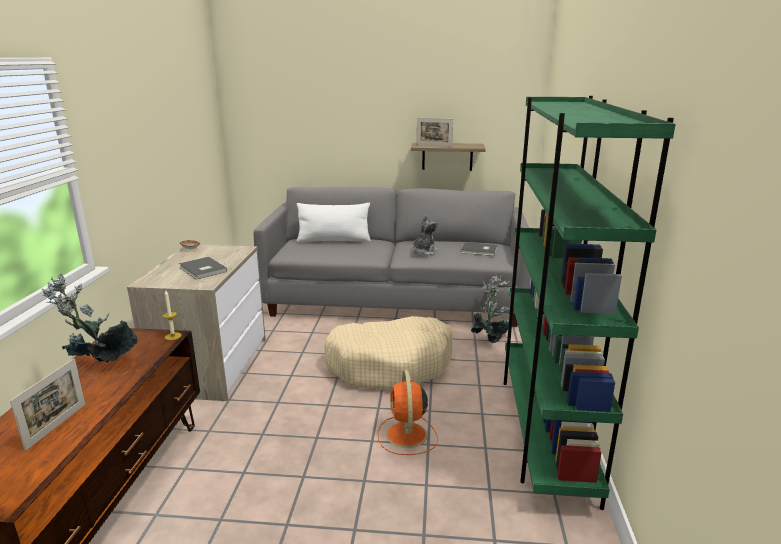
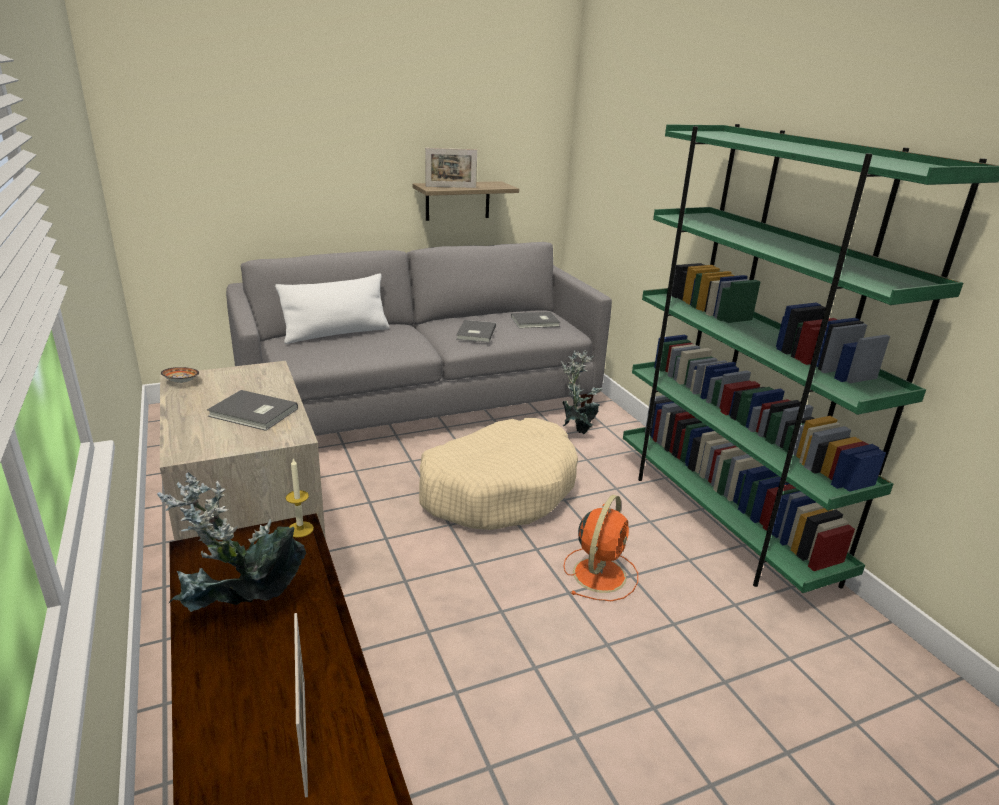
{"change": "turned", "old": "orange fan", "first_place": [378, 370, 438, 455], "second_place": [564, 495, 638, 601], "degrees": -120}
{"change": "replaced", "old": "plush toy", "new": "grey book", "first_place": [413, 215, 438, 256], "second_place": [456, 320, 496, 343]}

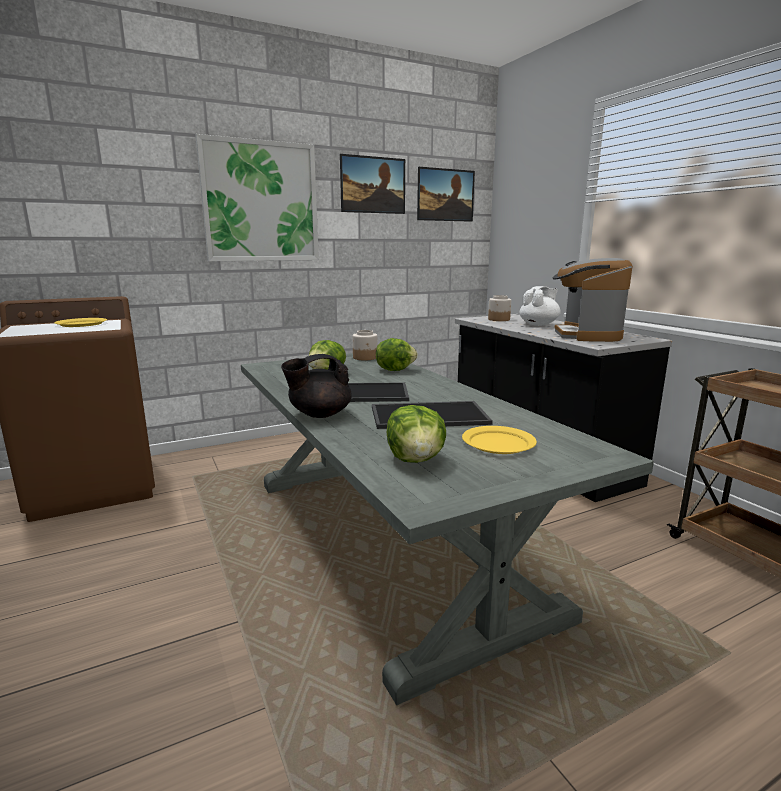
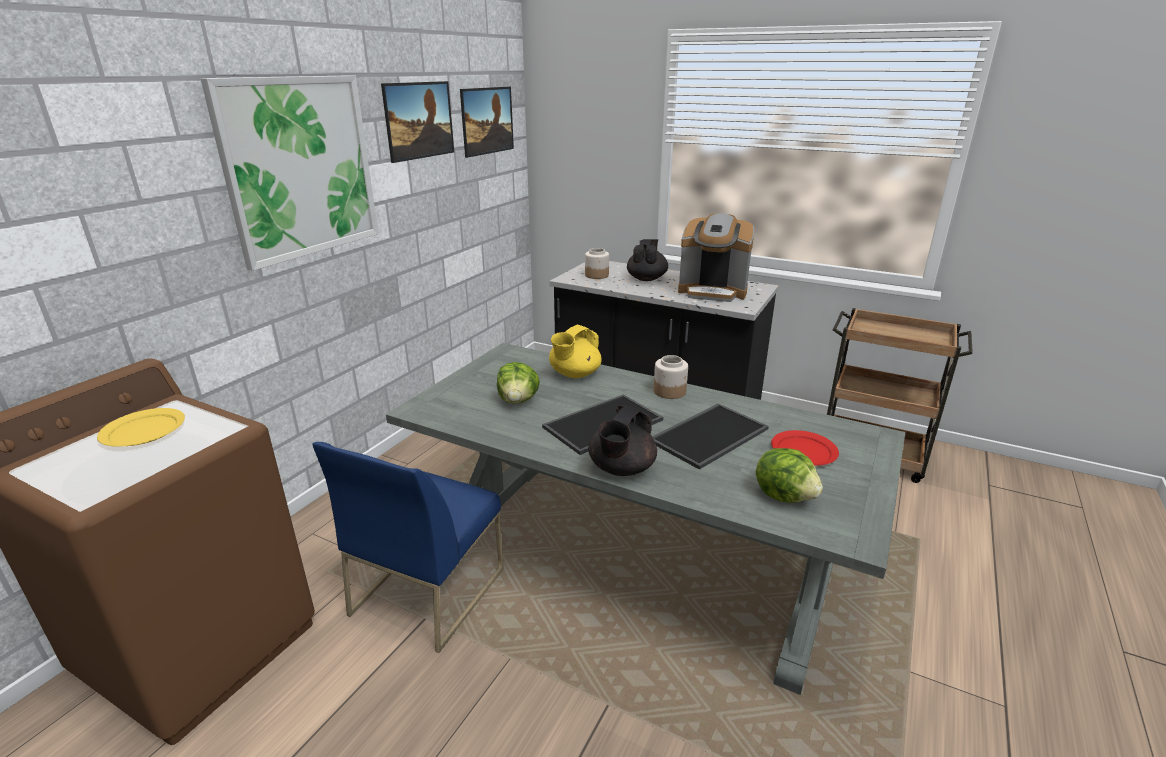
{"change": "moved", "old": "jar", "first_place": [353, 330, 378, 360], "second_place": [654, 355, 688, 399]}
{"change": "replaced", "old": "lettuce", "new": "yellow teapot", "first_place": [376, 338, 418, 371], "second_place": [549, 325, 602, 378]}
{"change": "recoloured", "old": "yellow plate", "new": "red plate", "first_place": [462, 426, 537, 454], "second_place": [771, 430, 839, 466]}
{"change": "recoloured", "old": "white teapot", "new": "black teapot", "first_place": [520, 286, 561, 326], "second_place": [627, 239, 668, 281]}
{"change": "turned", "old": "coffee machine", "first_place": [553, 258, 633, 342], "second_place": [678, 213, 754, 302], "degrees": -45}
{"change": "added", "new": "blue chair", "second_place": [312, 442, 504, 653]}

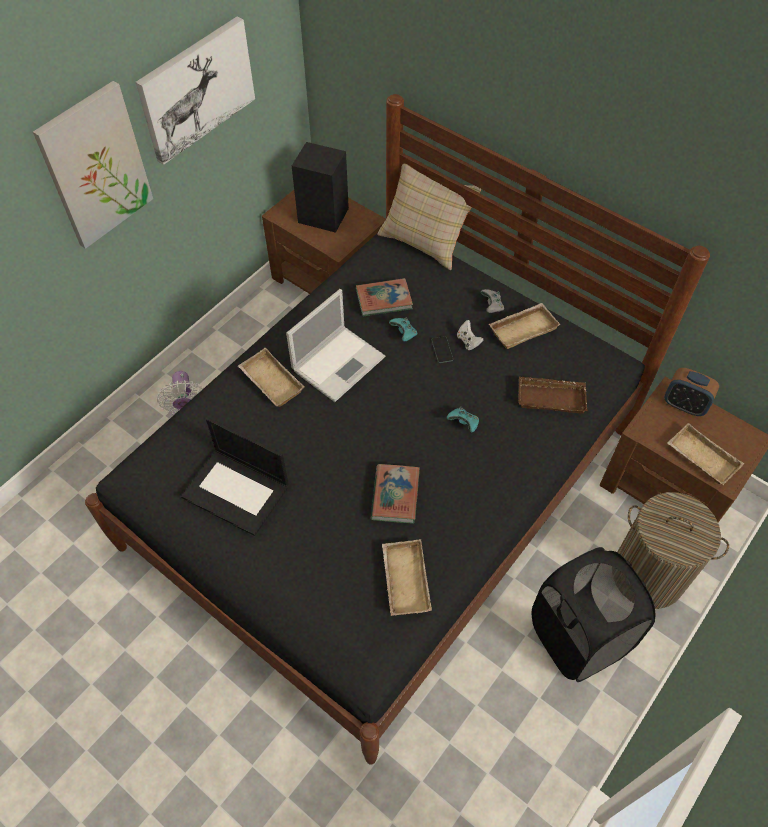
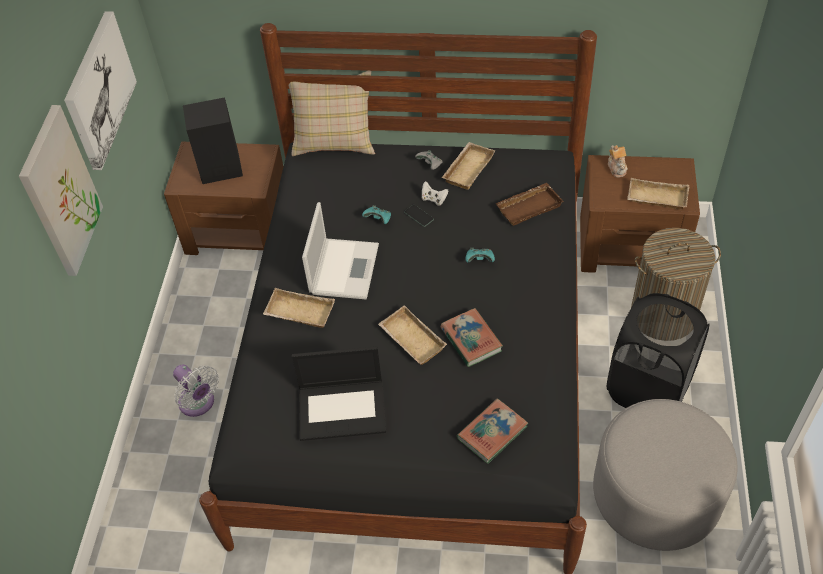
{"change": "moved", "old": "book", "first_place": [356, 278, 413, 316], "second_place": [456, 399, 528, 464]}
{"change": "moved", "old": "beige tray", "first_place": [382, 539, 432, 616], "second_place": [378, 305, 447, 365]}
{"change": "replaced", "old": "alarm clock", "new": "teapot", "first_place": [664, 368, 719, 416], "second_place": [608, 145, 628, 177]}
{"change": "added", "new": "grey ottoman", "second_place": [593, 399, 737, 551]}

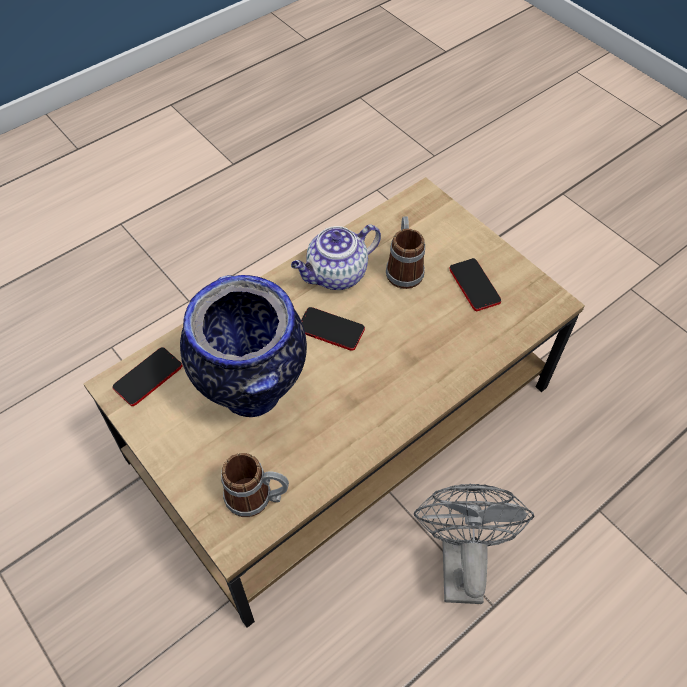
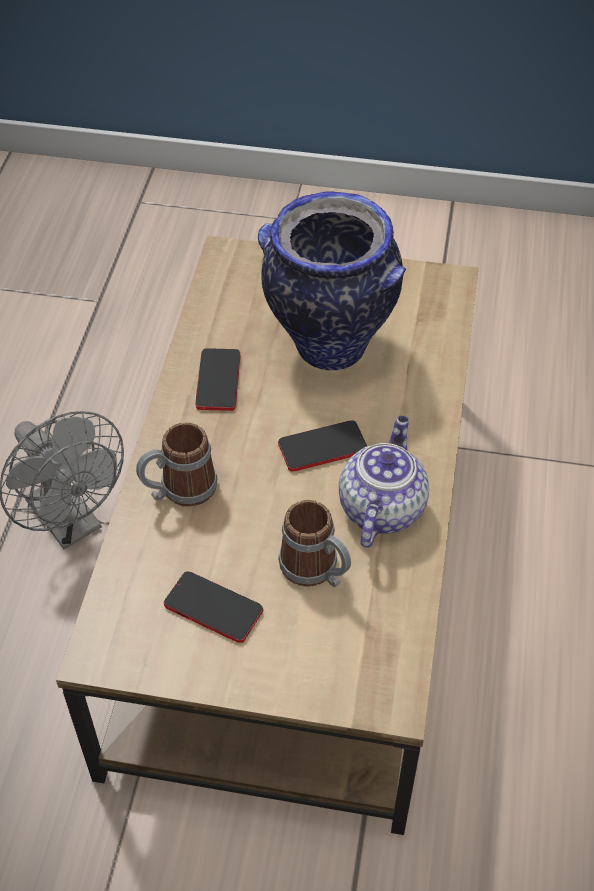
{"change": "moved", "old": "phone", "first_place": [113, 347, 182, 406], "second_place": [196, 348, 240, 411]}
{"change": "moved", "old": "mug", "first_place": [221, 453, 289, 517], "second_place": [136, 422, 218, 507]}

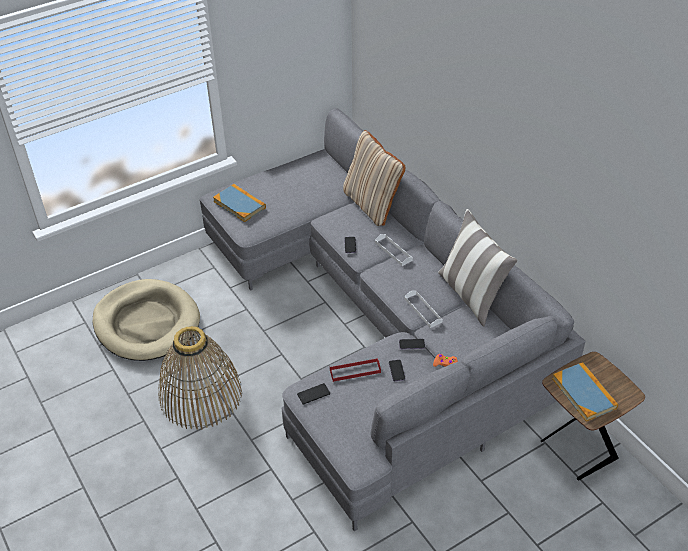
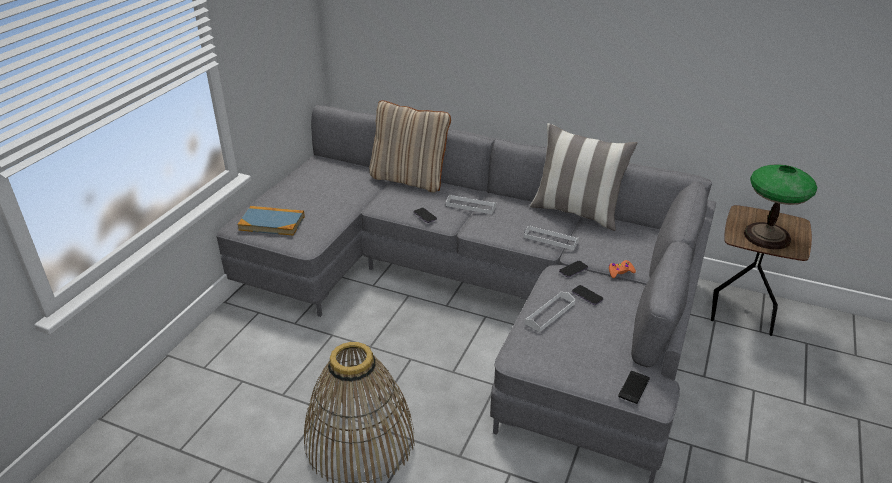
{"change": "removed", "old": "beige dog bed", "first_place": [93, 279, 200, 361]}
{"change": "moved", "old": "phone", "first_place": [297, 383, 330, 405], "second_place": [618, 371, 650, 404]}
{"change": "recoloured", "old": "red tray", "new": "white tray", "first_place": [330, 359, 381, 382], "second_place": [525, 292, 575, 332]}
{"change": "replaced", "old": "book", "new": "table lamp", "first_place": [552, 362, 618, 422], "second_place": [744, 164, 817, 250]}

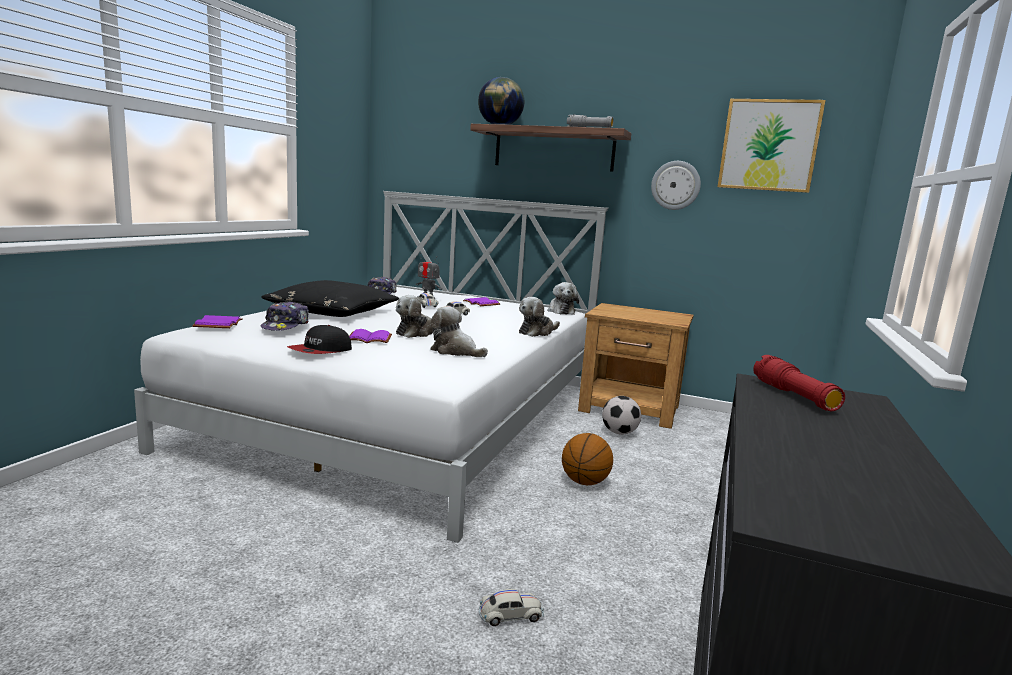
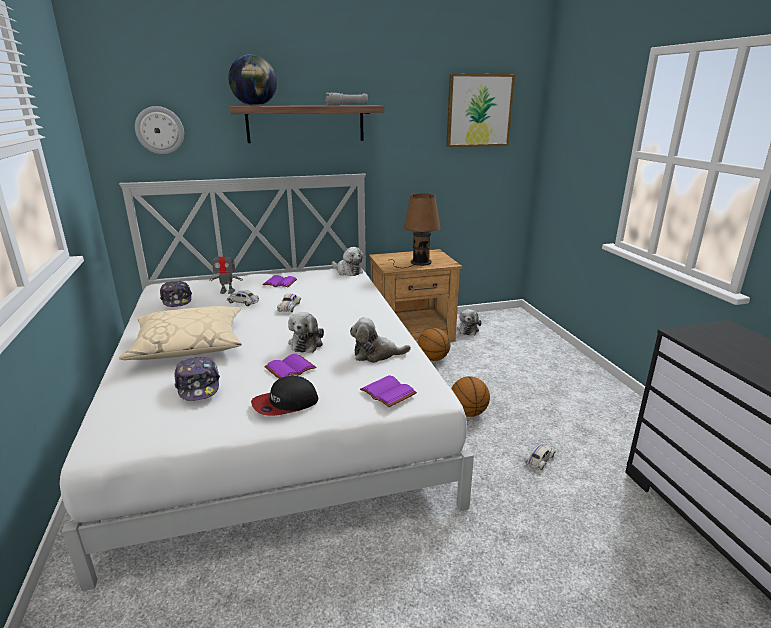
{"change": "moved", "old": "purple book", "first_place": [192, 315, 243, 328], "second_place": [360, 375, 417, 407]}
{"change": "recoloured", "old": "black pillow", "new": "beige pillow", "first_place": [261, 280, 399, 317], "second_place": [119, 306, 242, 360]}
{"change": "turned", "old": "cap", "first_place": [287, 325, 352, 354], "second_place": [251, 376, 318, 416], "degrees": 60}
{"change": "moved", "old": "white toy car", "first_place": [479, 589, 544, 626], "second_place": [524, 443, 556, 470]}
{"change": "moved", "old": "plush toy", "first_place": [519, 297, 560, 337], "second_place": [456, 309, 482, 335]}
{"change": "replaced", "old": "football", "new": "basketball", "first_place": [602, 396, 641, 435], "second_place": [417, 328, 451, 361]}
{"change": "moved", "old": "wall clock", "first_place": [651, 161, 701, 210], "second_place": [135, 106, 184, 154]}
{"change": "removed", "old": "red flashlight", "first_place": [753, 355, 845, 411]}
{"change": "added", "new": "brown table lamp", "second_place": [393, 193, 441, 268]}

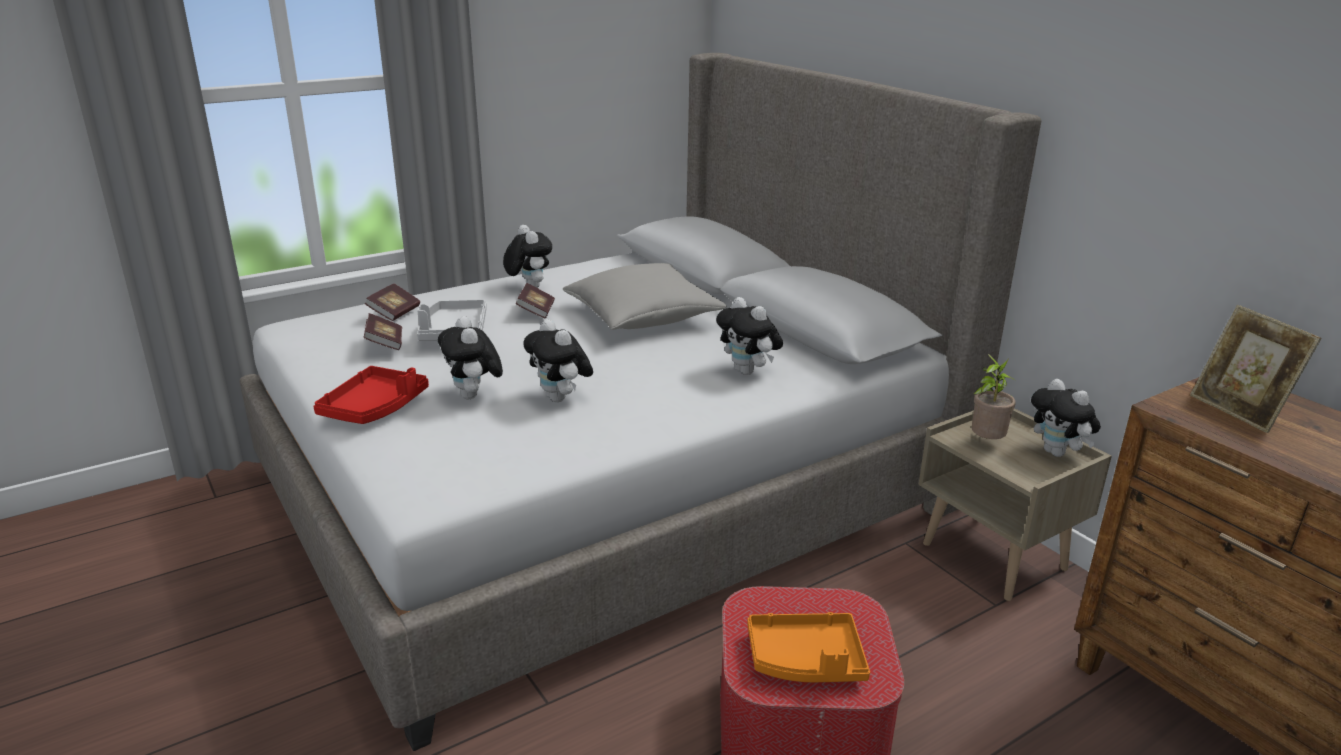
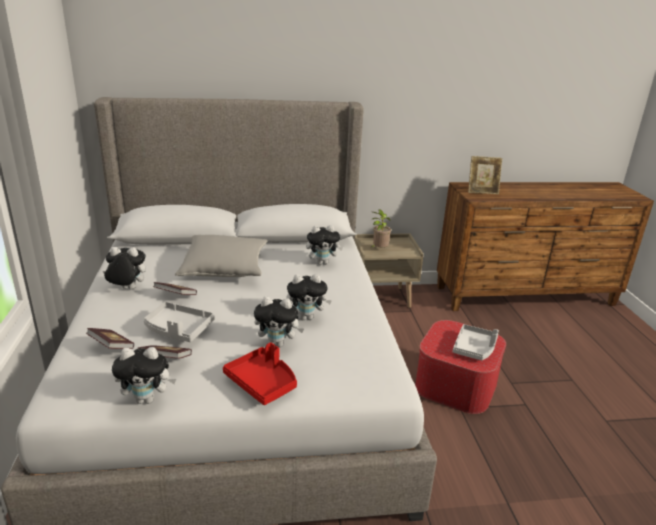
{"change": "recoloured", "old": "orange tray", "new": "grey tray", "first_place": [748, 612, 870, 682], "second_place": [453, 324, 499, 360]}
{"change": "moved", "old": "plush toy", "first_place": [1031, 379, 1101, 457], "second_place": [112, 347, 176, 404]}

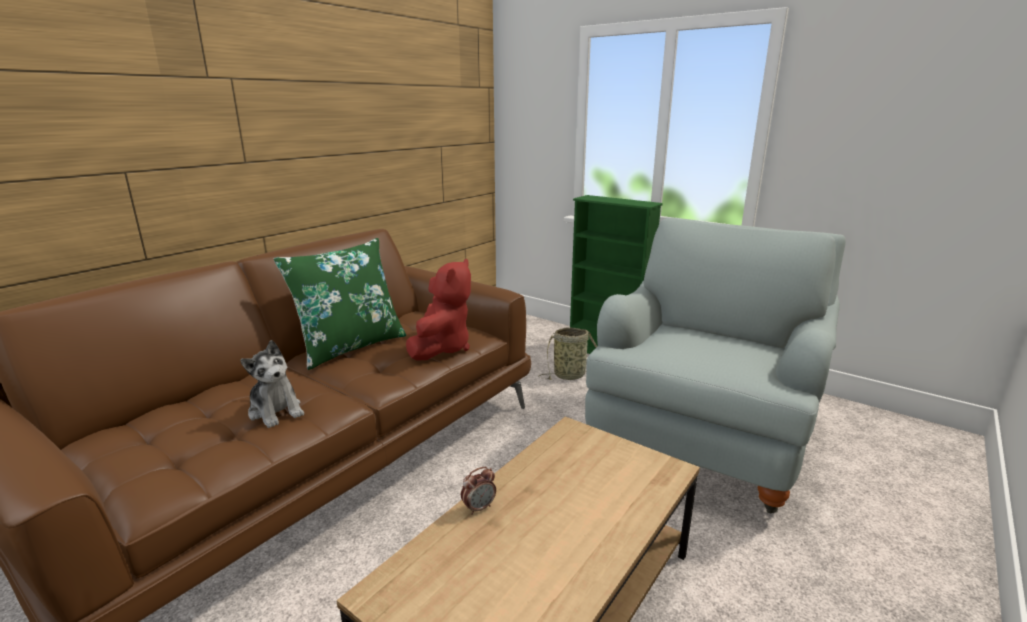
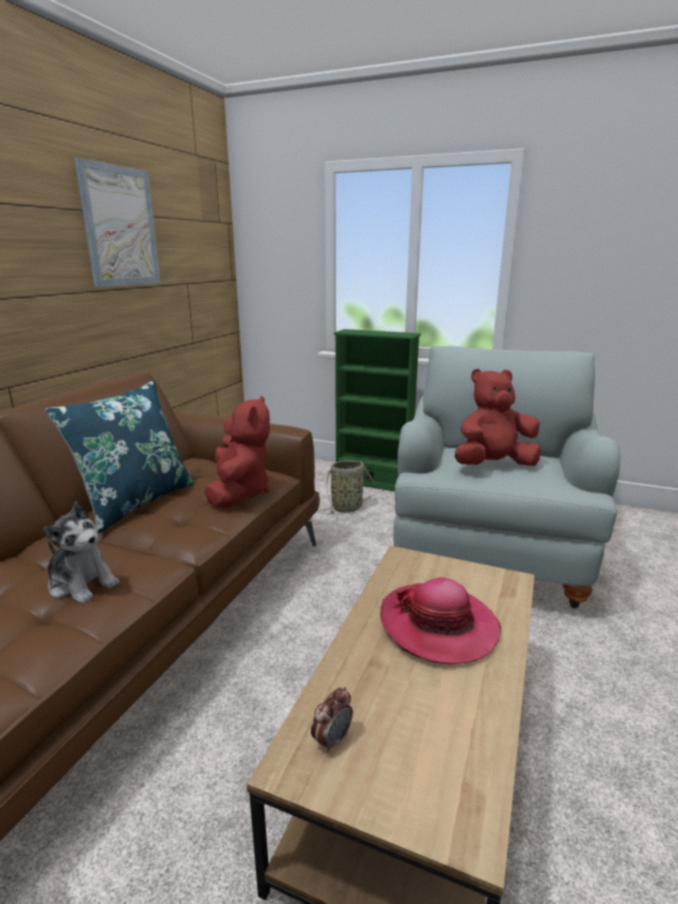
{"change": "recoloured", "old": "green pillow", "new": "blue pillow", "first_place": [274, 238, 406, 370], "second_place": [45, 380, 195, 533]}
{"change": "moved", "old": "alarm clock", "first_place": [461, 467, 496, 515], "second_place": [311, 687, 353, 753]}
{"change": "added", "new": "picture", "second_place": [74, 158, 161, 287]}
{"change": "added", "new": "hat", "second_place": [380, 577, 501, 664]}
{"change": "added", "new": "red plush toy", "second_place": [455, 369, 541, 466]}

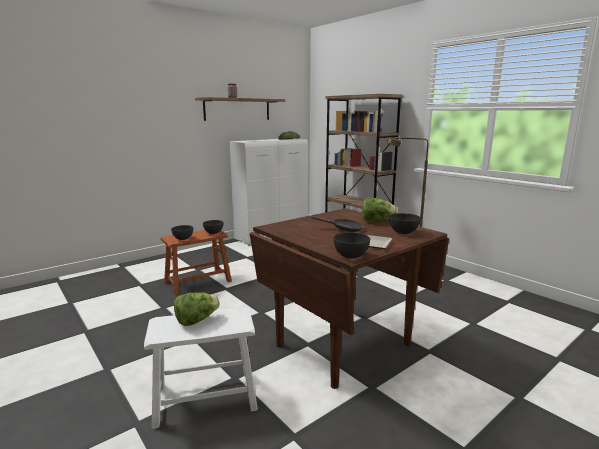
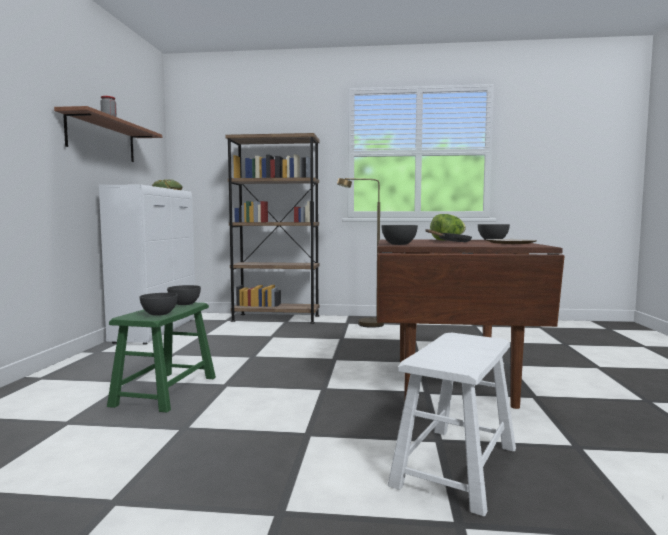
{"change": "recoloured", "old": "brown stool", "new": "green stool", "first_place": [160, 230, 232, 295], "second_place": [107, 302, 216, 413]}
{"change": "removed", "old": "lettuce", "first_place": [174, 292, 220, 326]}
{"change": "moved", "old": "grey bowl", "first_place": [333, 232, 370, 259], "second_place": [381, 225, 418, 245]}

